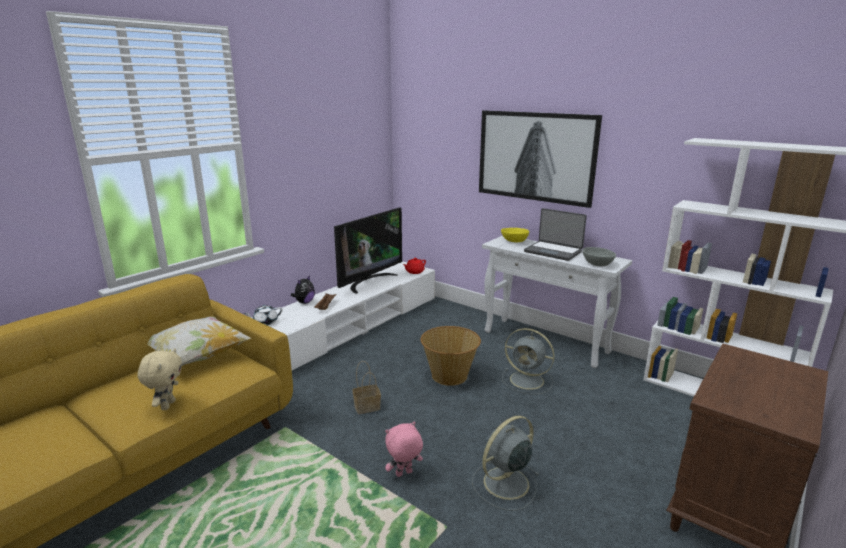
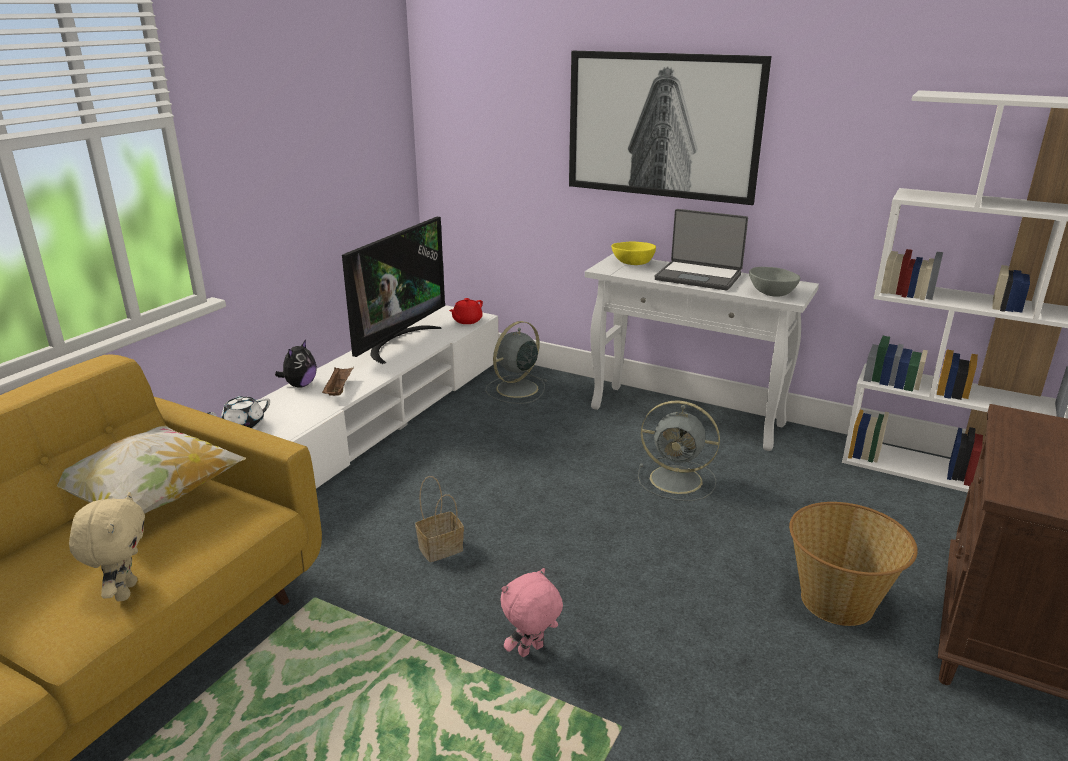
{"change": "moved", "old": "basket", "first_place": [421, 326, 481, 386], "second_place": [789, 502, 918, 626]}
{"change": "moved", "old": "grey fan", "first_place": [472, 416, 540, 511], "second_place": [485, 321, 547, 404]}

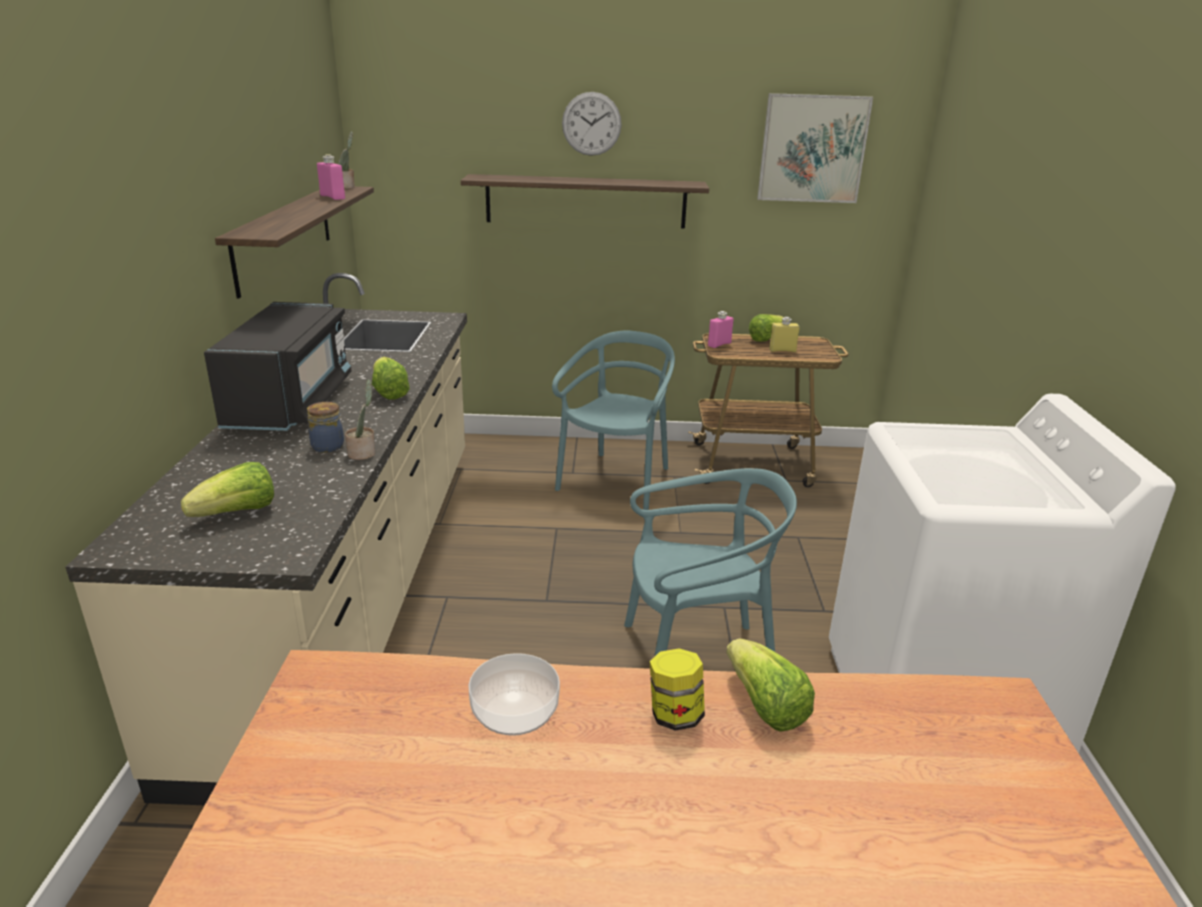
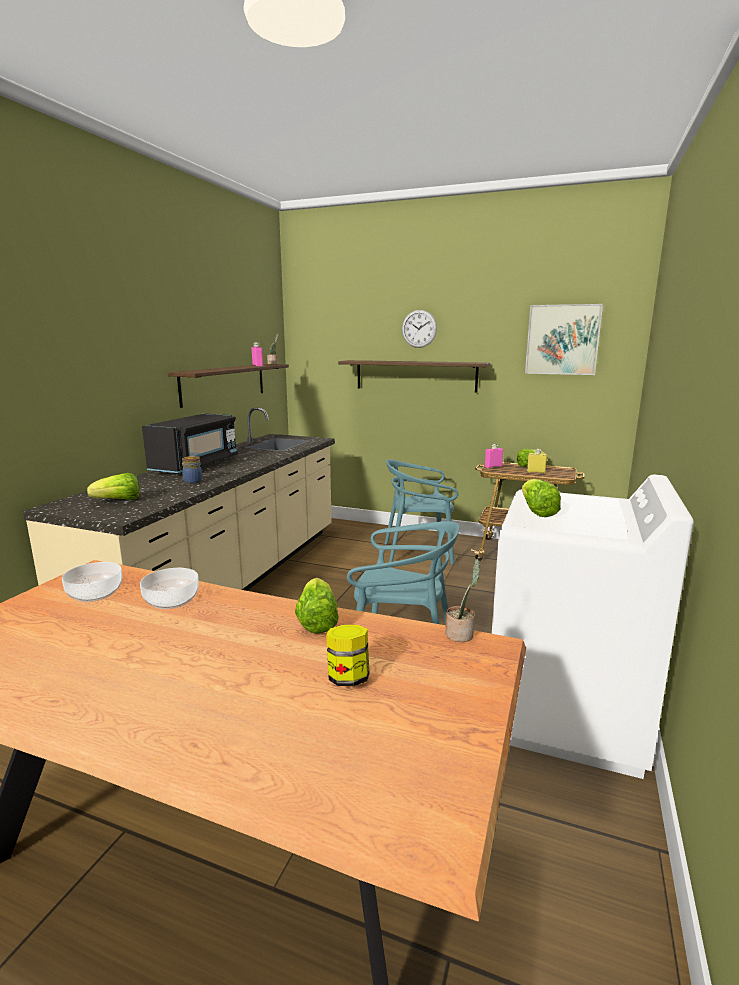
{"change": "moved", "old": "potted plant", "first_place": [345, 379, 375, 460], "second_place": [445, 559, 480, 642]}
{"change": "moved", "old": "lettuce", "first_place": [372, 357, 410, 400], "second_place": [522, 479, 561, 517]}
{"change": "turned", "old": "turquoise chair", "first_place": [552, 331, 675, 510], "second_place": [385, 459, 458, 565], "degrees": -135}
{"change": "moved", "old": "jar", "first_place": [650, 648, 705, 731], "second_place": [326, 625, 369, 686]}
{"change": "added", "new": "bowl", "second_place": [62, 562, 122, 602]}

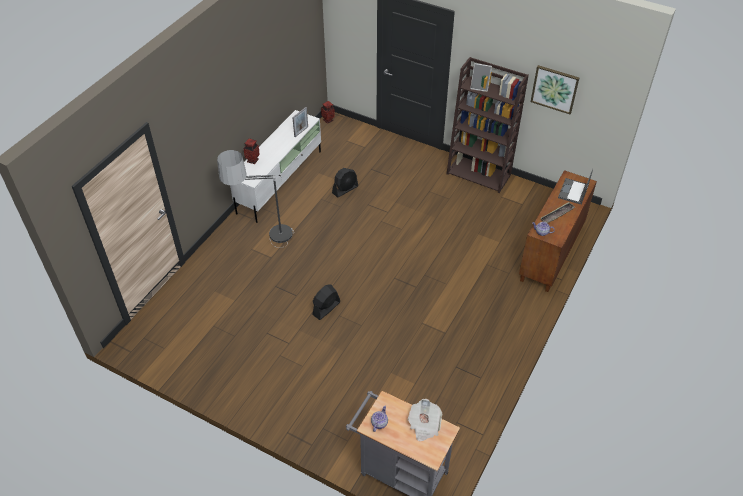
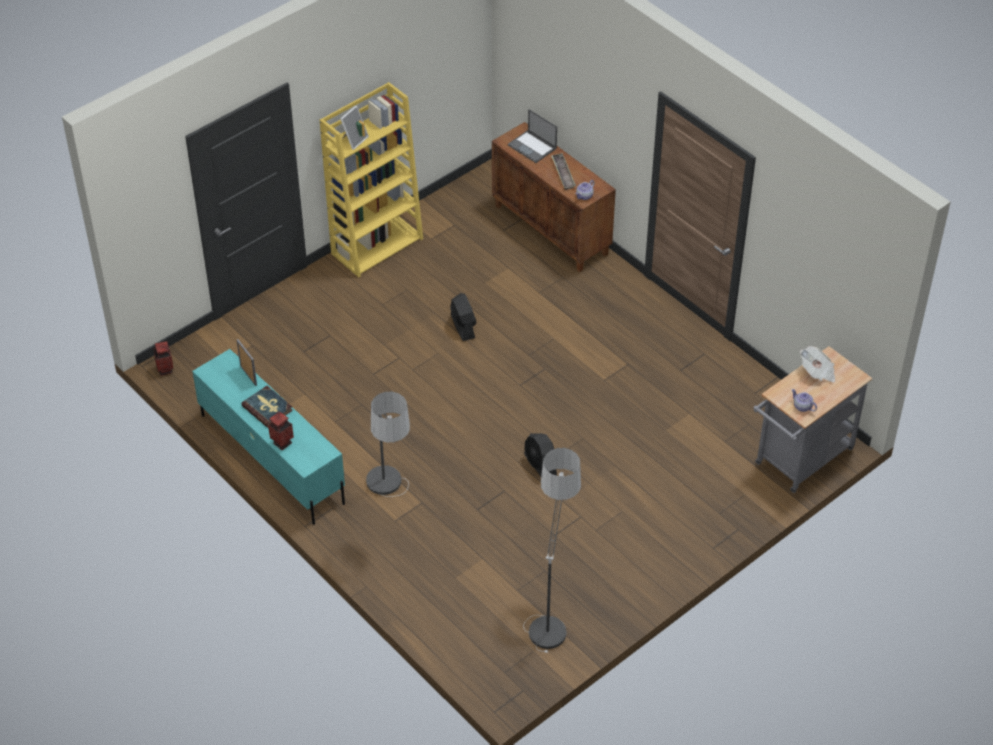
{"change": "recoloured", "old": "white tv stand", "new": "turquoise tv stand", "first_place": [230, 110, 321, 223], "second_place": [192, 349, 345, 525]}
{"change": "moved", "old": "black fan", "first_place": [332, 168, 358, 198], "second_place": [450, 293, 477, 341]}
{"change": "recoloured", "old": "brown bookcase", "new": "yellow bookcase", "first_place": [447, 57, 529, 193], "second_place": [320, 82, 423, 277]}
{"change": "removed", "old": "picture", "first_place": [531, 65, 579, 114]}
{"change": "added", "new": "book", "second_place": [241, 386, 293, 428]}
{"change": "added", "new": "floor lamp", "second_place": [523, 448, 581, 653]}

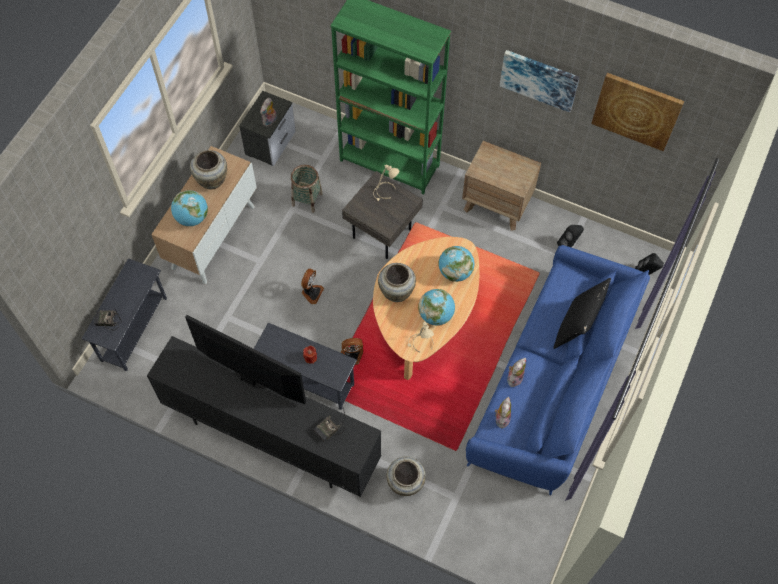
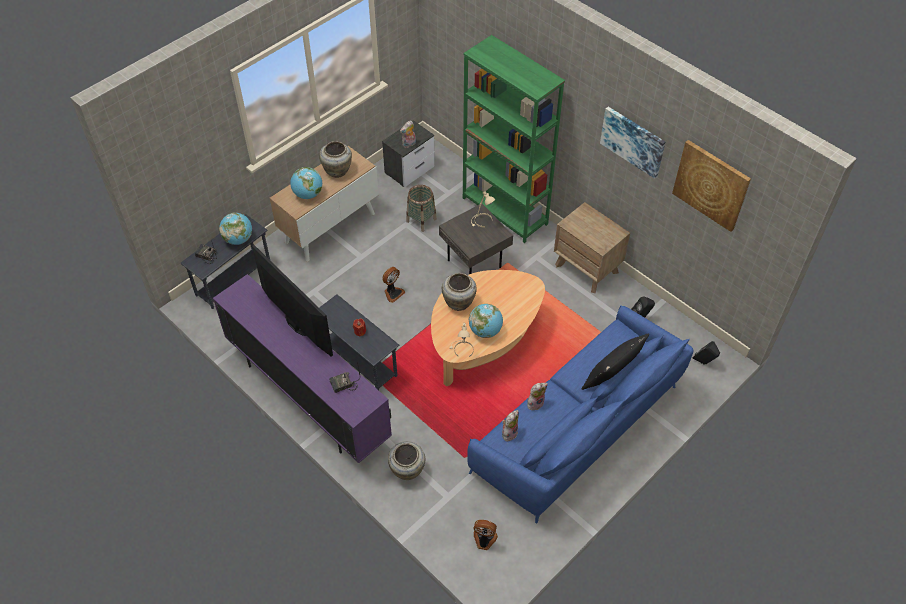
{"change": "recoloured", "old": "black tv stand", "new": "purple tv stand", "first_place": [147, 336, 381, 497], "second_place": [213, 274, 392, 463]}
{"change": "moved", "old": "fan", "first_place": [341, 338, 363, 365], "second_place": [474, 520, 498, 550]}
{"change": "moved", "old": "globe", "first_place": [439, 246, 474, 282], "second_place": [219, 212, 252, 245]}

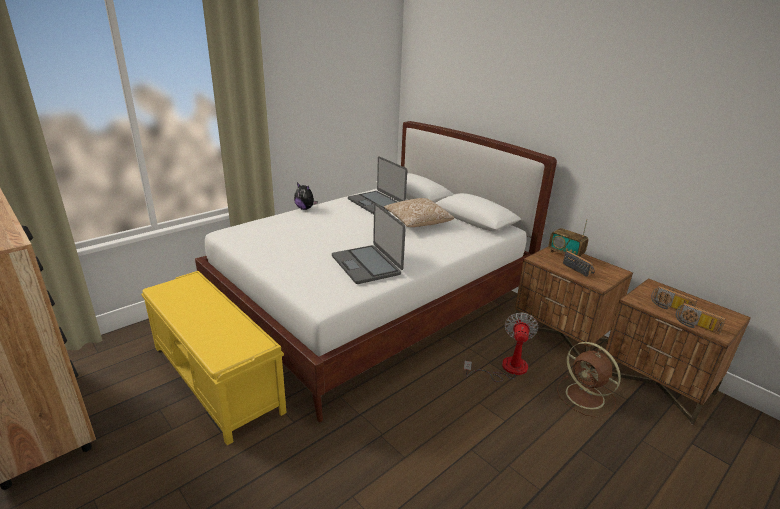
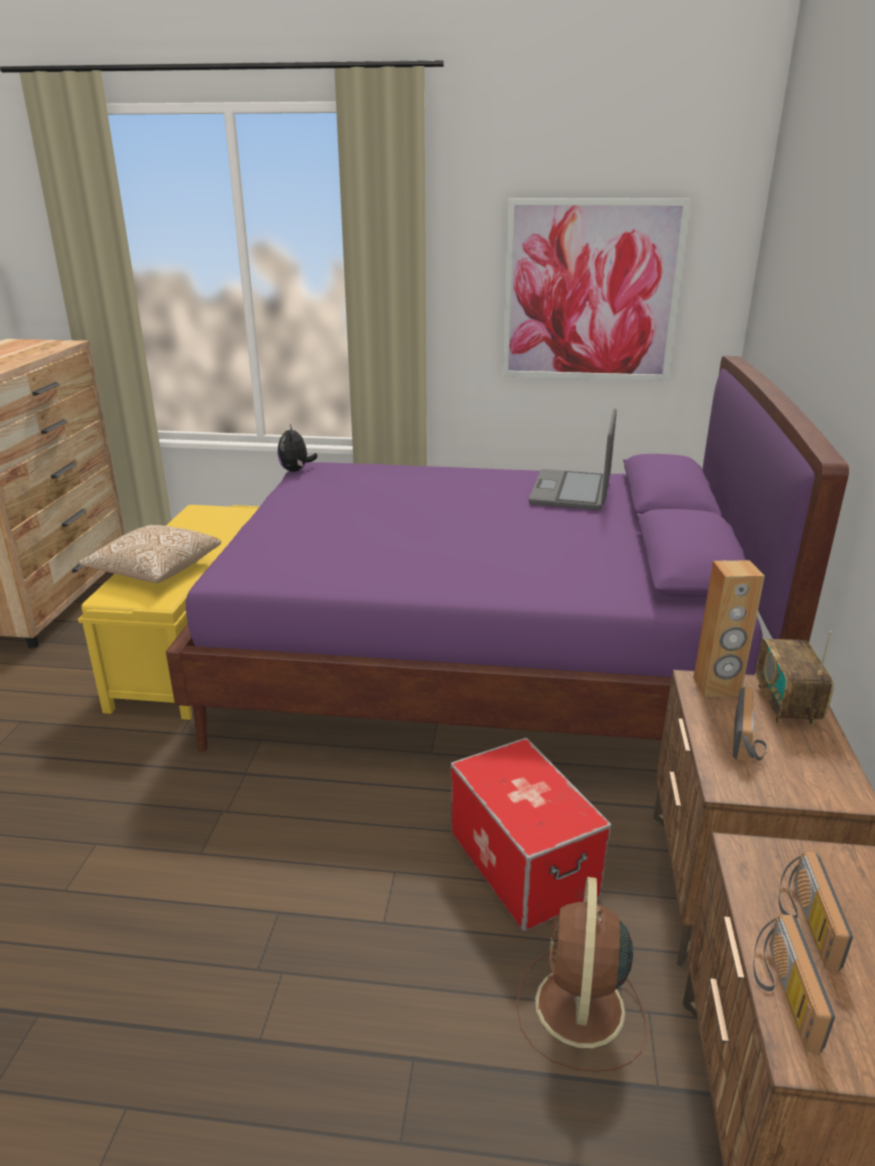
{"change": "recoloured", "old": "white bed", "new": "purple bed", "first_place": [195, 121, 557, 422], "second_place": [166, 356, 849, 752]}
{"change": "moved", "old": "plush toy", "first_place": [294, 183, 317, 210], "second_place": [277, 424, 318, 472]}
{"change": "removed", "old": "laptop", "first_place": [332, 203, 406, 284]}
{"change": "moved", "old": "pillow", "first_place": [384, 198, 454, 227], "second_place": [78, 525, 221, 583]}
{"change": "replaced", "old": "fan", "new": "storage box", "first_place": [464, 312, 539, 382], "second_place": [451, 738, 611, 931]}
{"change": "added", "new": "picture", "second_place": [502, 198, 691, 381]}
{"change": "added", "new": "brown speaker", "second_place": [693, 560, 765, 697]}

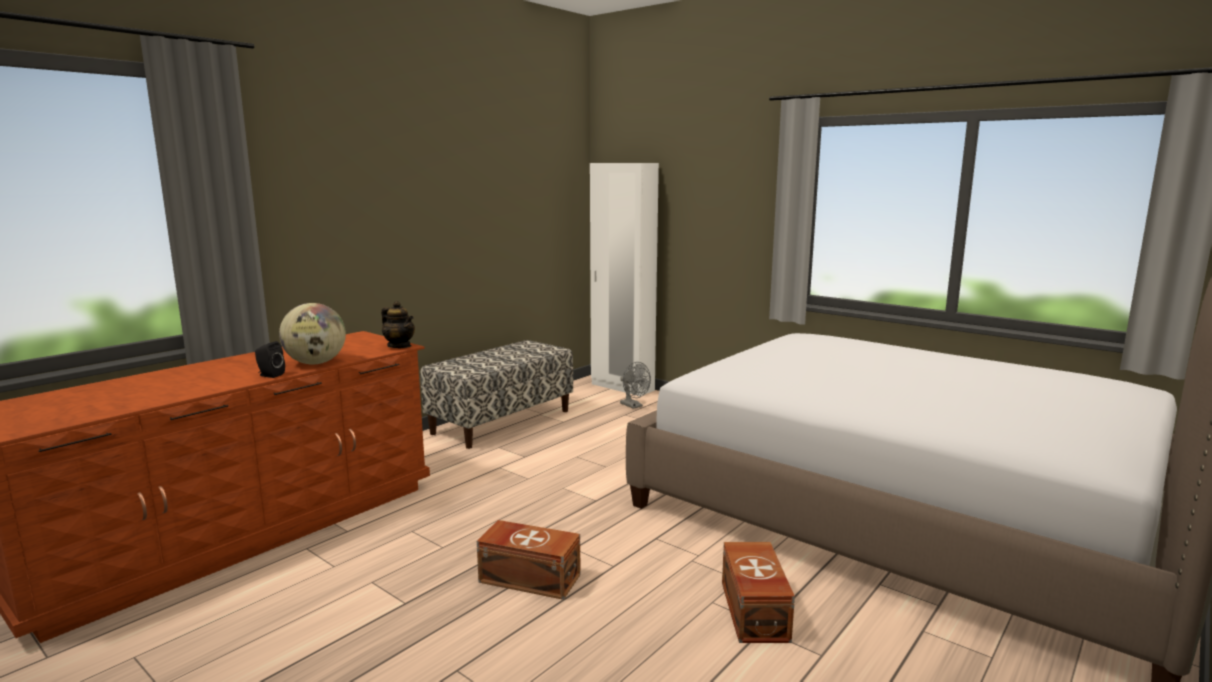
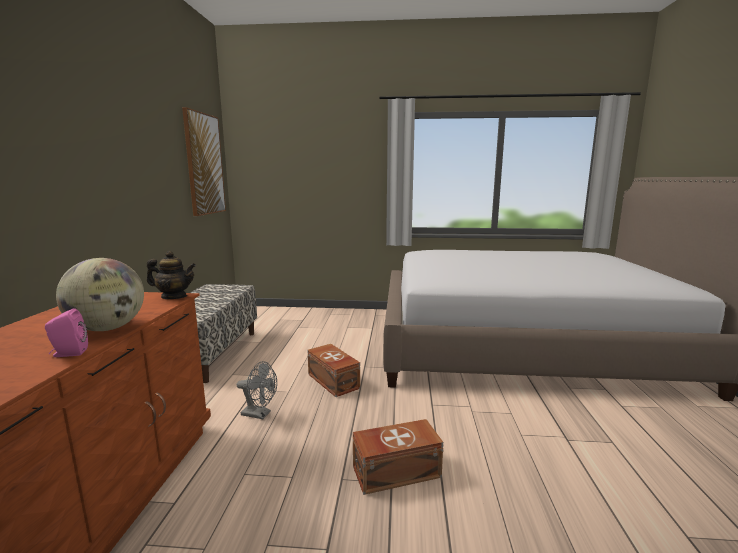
{"change": "recoloured", "old": "black speaker", "new": "pink speaker", "first_place": [255, 341, 285, 378], "second_place": [45, 308, 88, 357]}
{"change": "removed", "old": "white wardrobe", "first_place": [590, 163, 659, 396]}
{"change": "moved", "old": "grey fan", "first_place": [620, 362, 651, 409], "second_place": [237, 361, 277, 419]}
{"change": "moved", "old": "brown storage box", "first_place": [722, 542, 795, 643], "second_place": [307, 344, 360, 397]}
{"change": "added", "new": "picture", "second_place": [182, 107, 226, 216]}

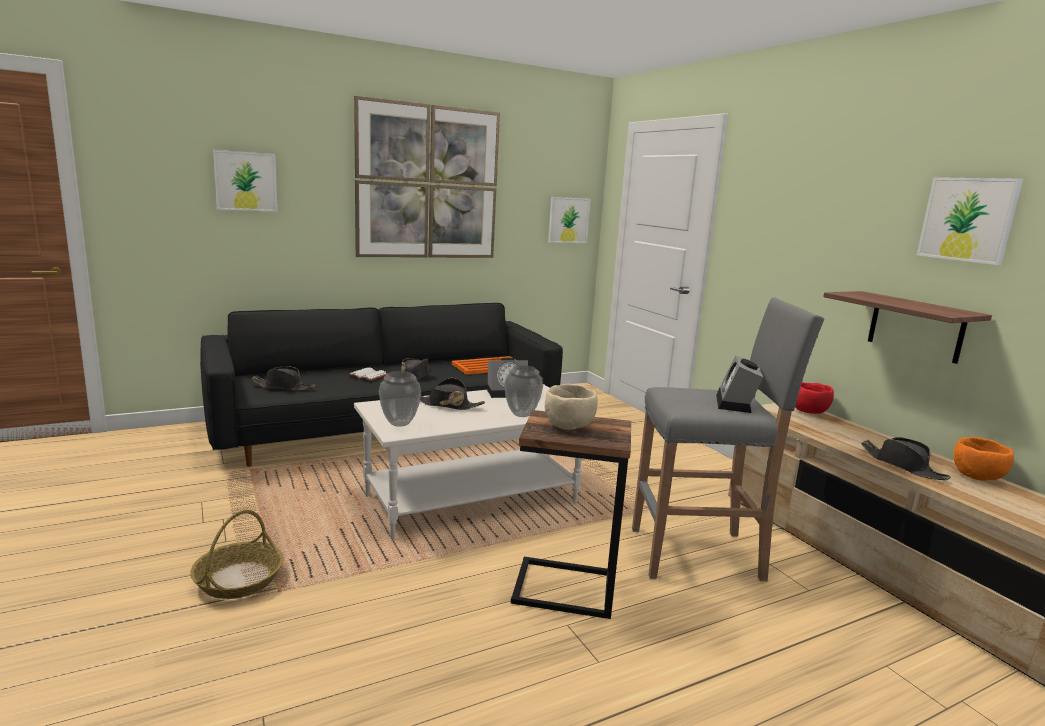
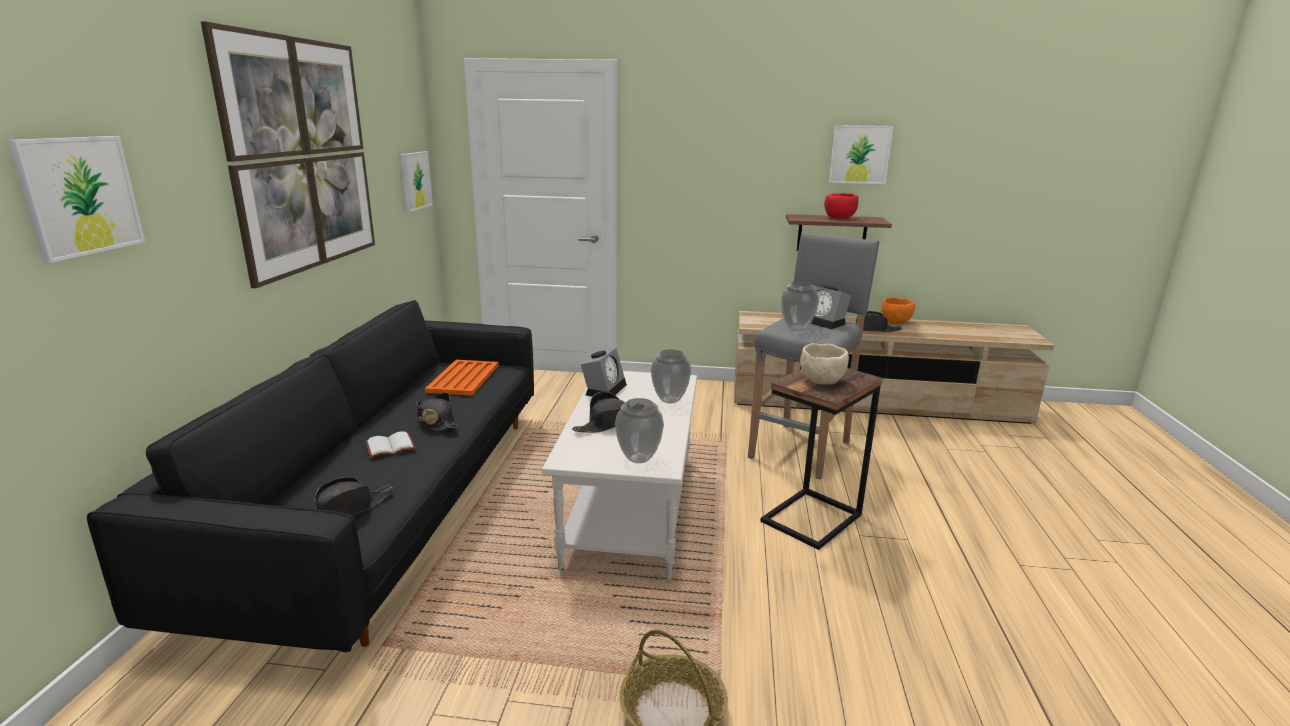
{"change": "moved", "old": "red bowl", "first_place": [795, 382, 834, 414], "second_place": [824, 193, 858, 219]}
{"change": "added", "new": "vase", "second_place": [781, 281, 819, 331]}

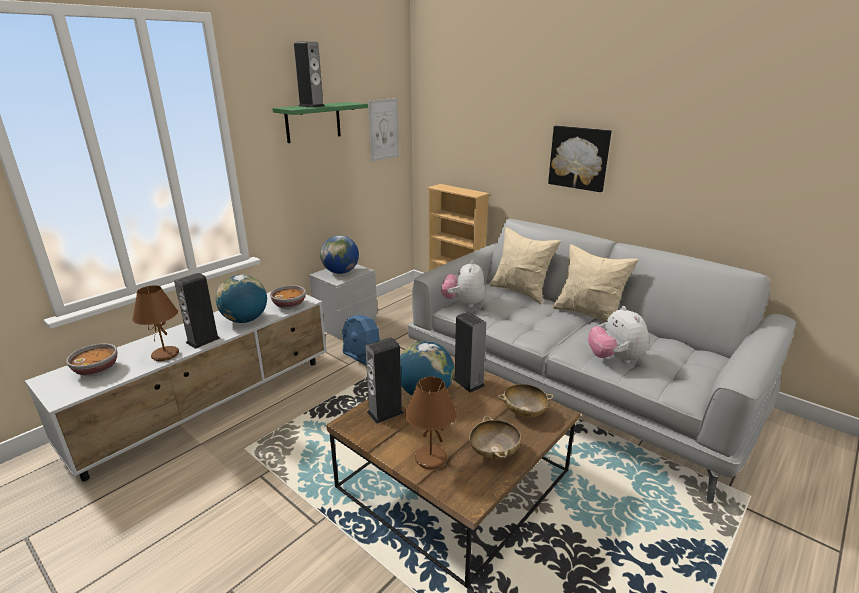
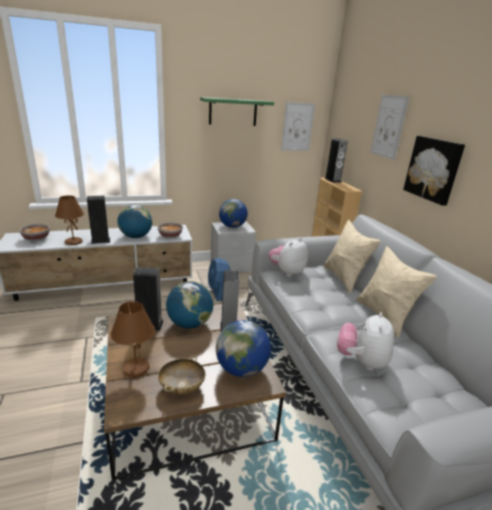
{"change": "moved", "old": "speaker", "first_place": [294, 41, 325, 108], "second_place": [325, 138, 348, 183]}
{"change": "replaced", "old": "beige bowl", "new": "globe", "first_place": [498, 384, 554, 417], "second_place": [216, 320, 271, 377]}
{"change": "added", "new": "picture", "second_place": [370, 95, 410, 160]}

